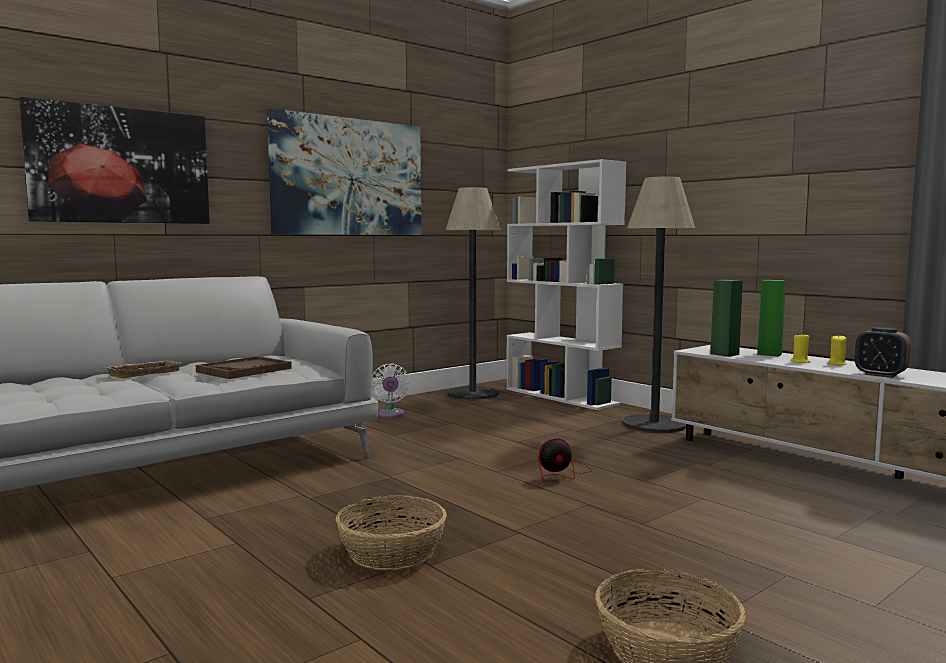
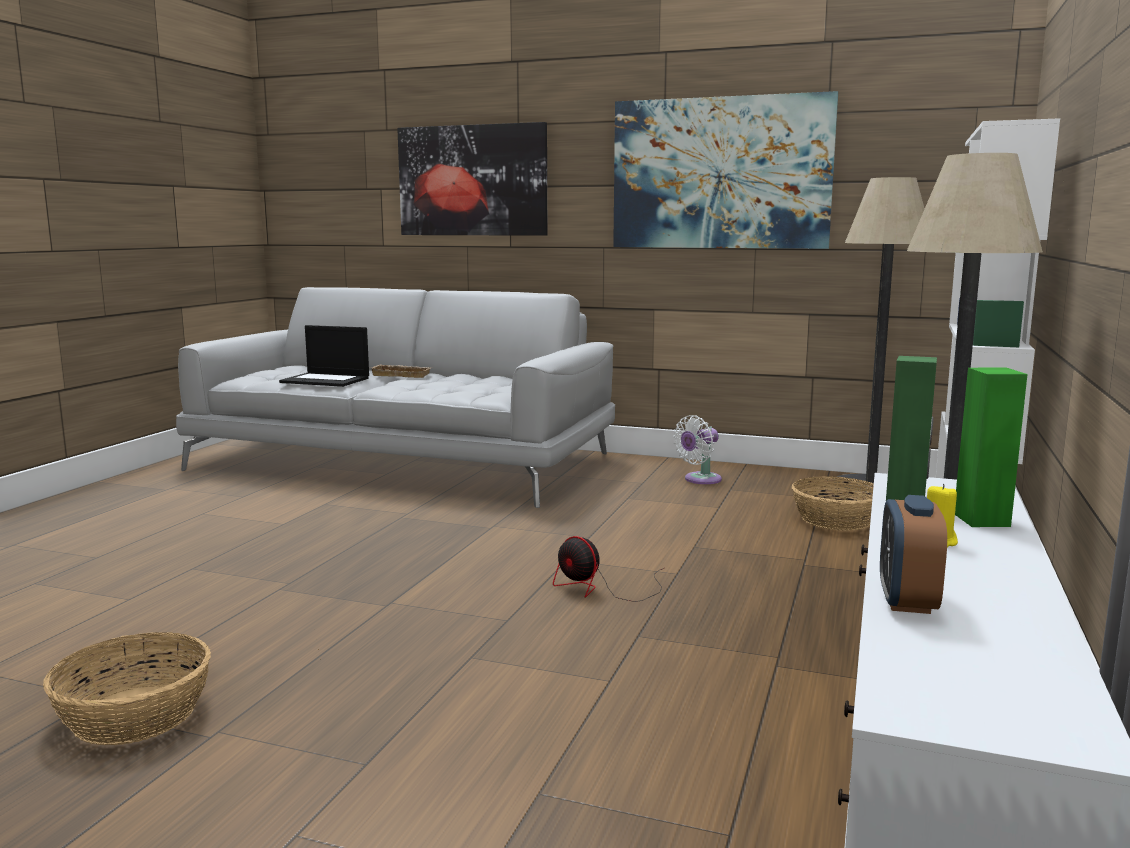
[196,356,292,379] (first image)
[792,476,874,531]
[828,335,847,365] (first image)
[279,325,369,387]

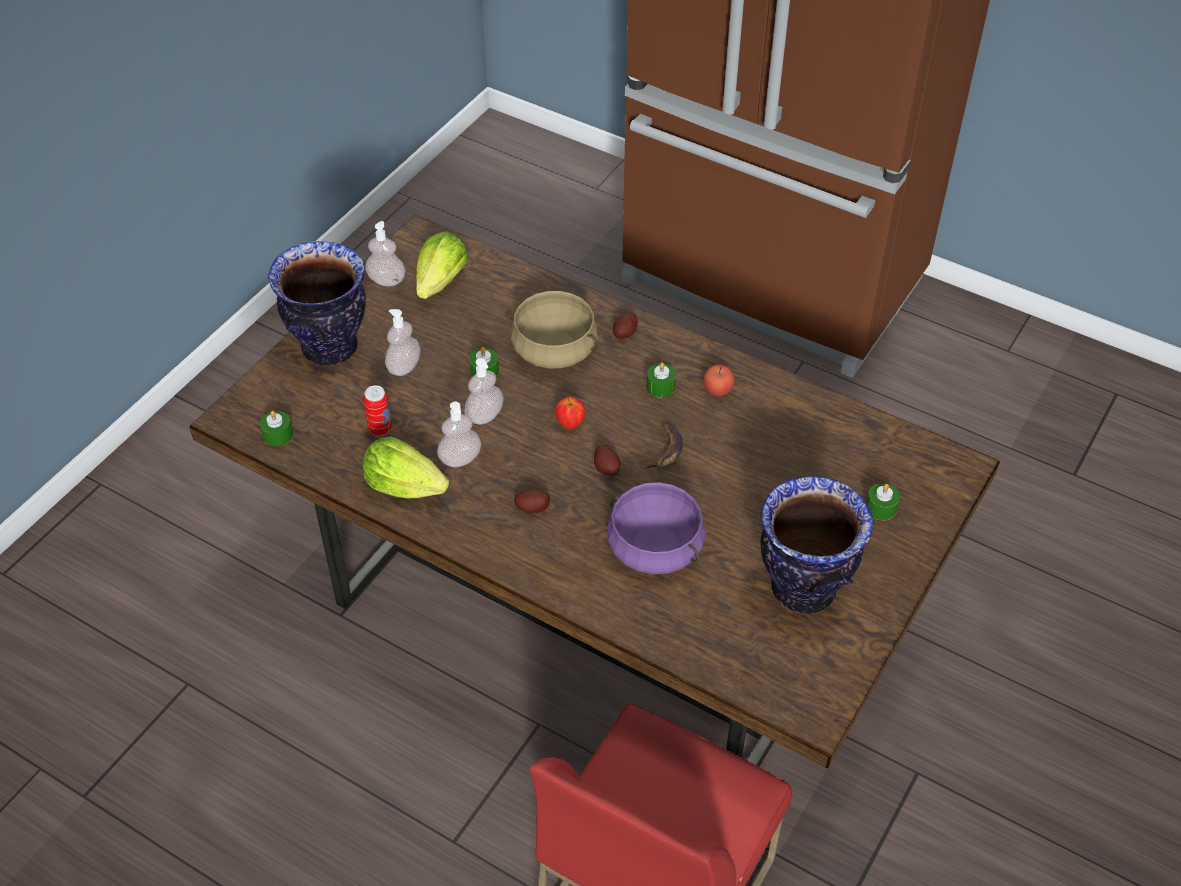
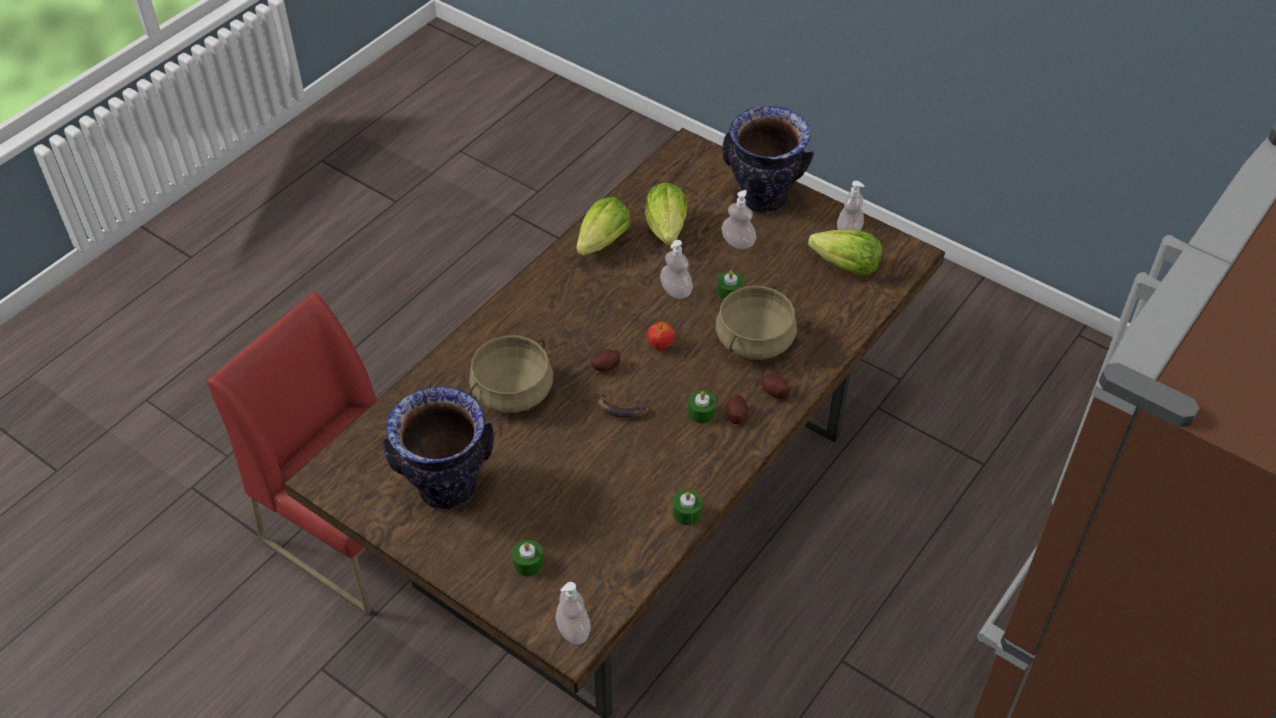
[673,490,702,525]
[645,182,687,245]
[556,582,591,645]
[726,395,748,424]
[469,336,553,413]
[703,364,735,396] (first image)

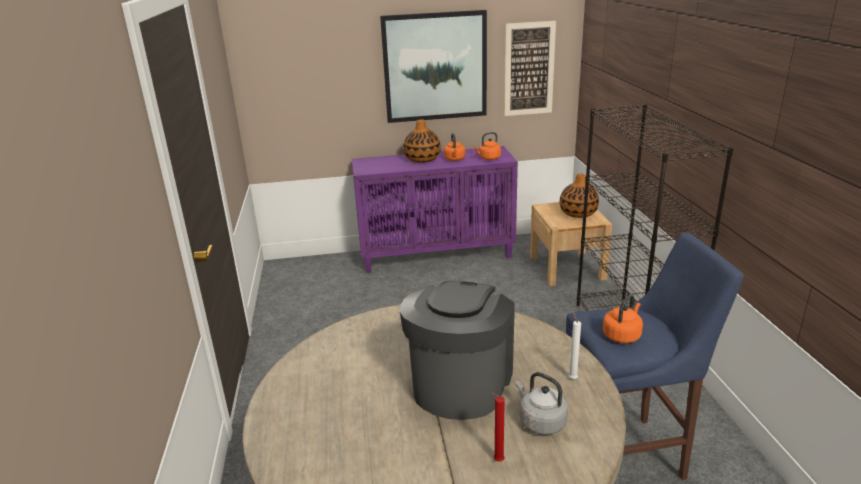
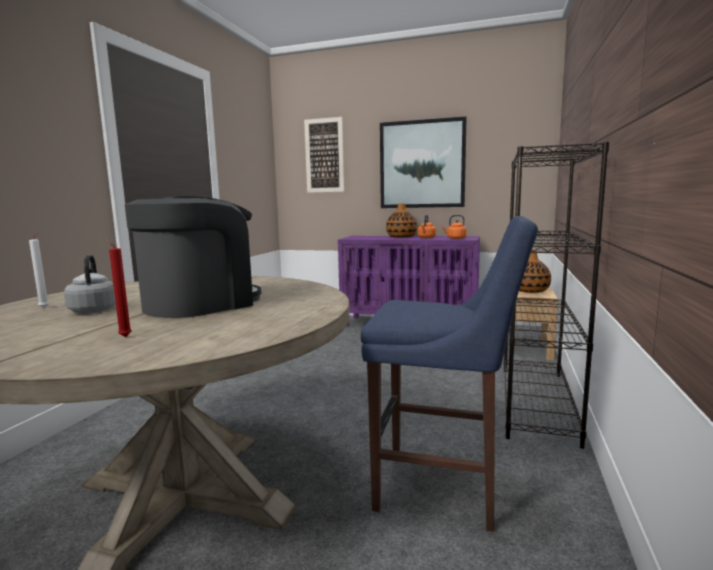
[304,117,344,193]
[64,255,116,313]
[29,232,49,308]
[603,294,643,343] (first image)

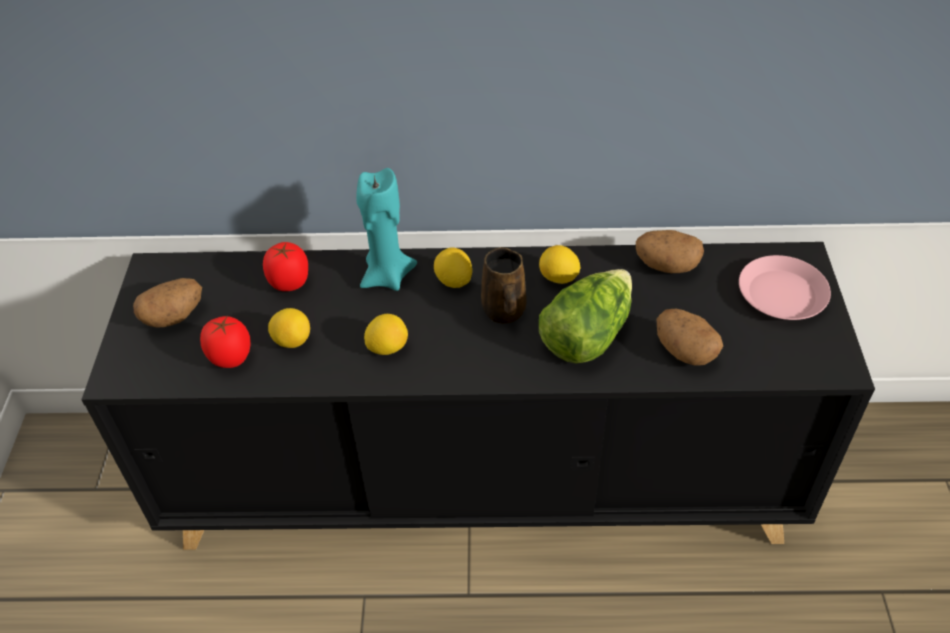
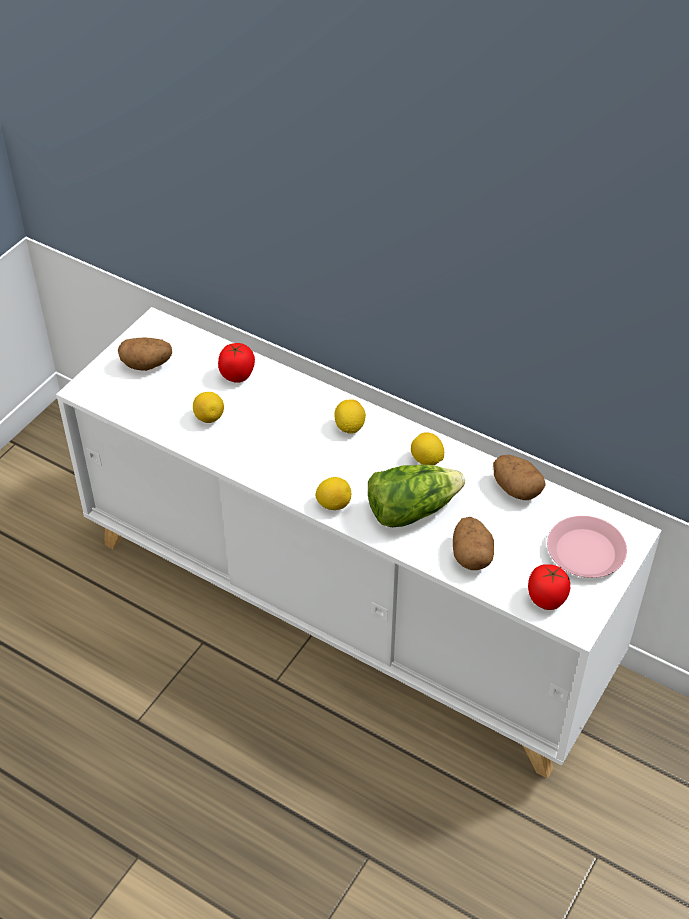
[56,307,662,779]
[528,564,570,610]
[356,168,417,291] (first image)
[315,477,351,510]
[481,247,527,324] (first image)

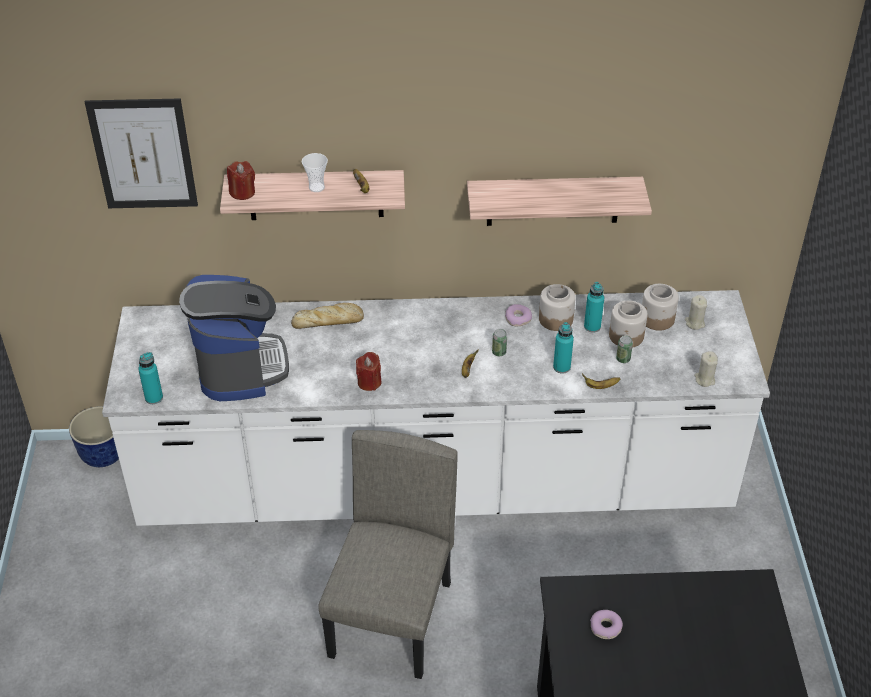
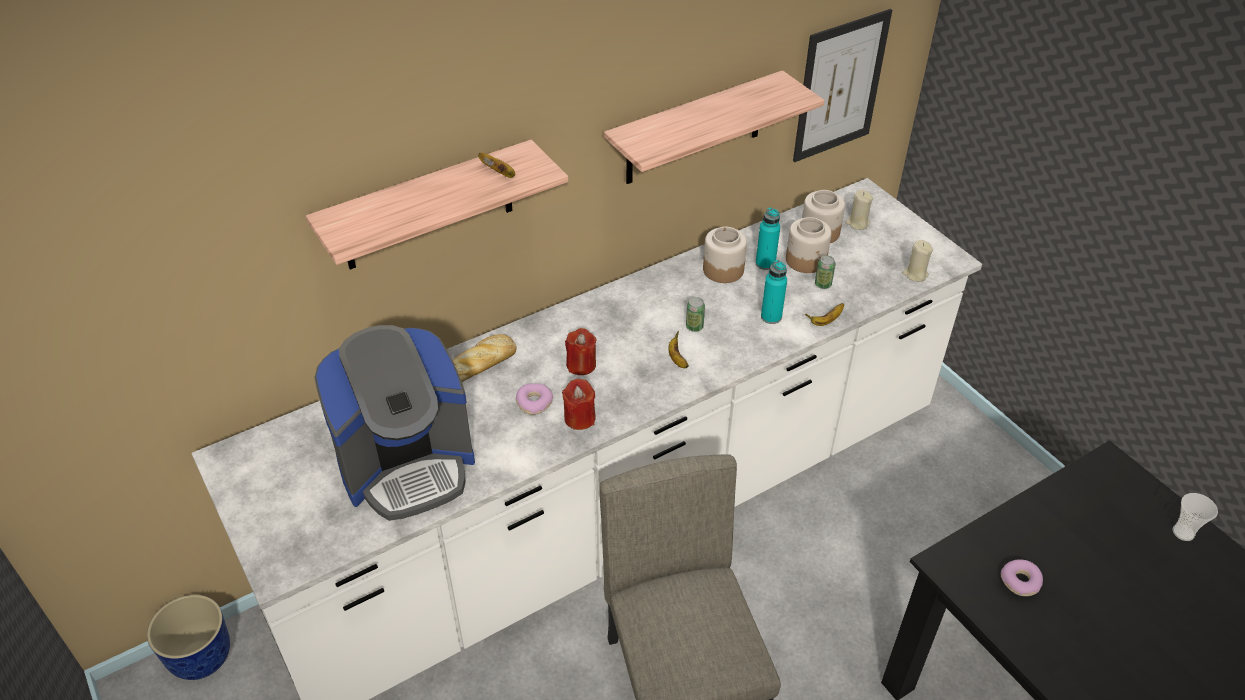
[793,9,892,162]
[138,352,163,404] (first image)
[314,325,475,521]
[565,328,597,375]
[1173,493,1218,541]
[516,383,553,415]

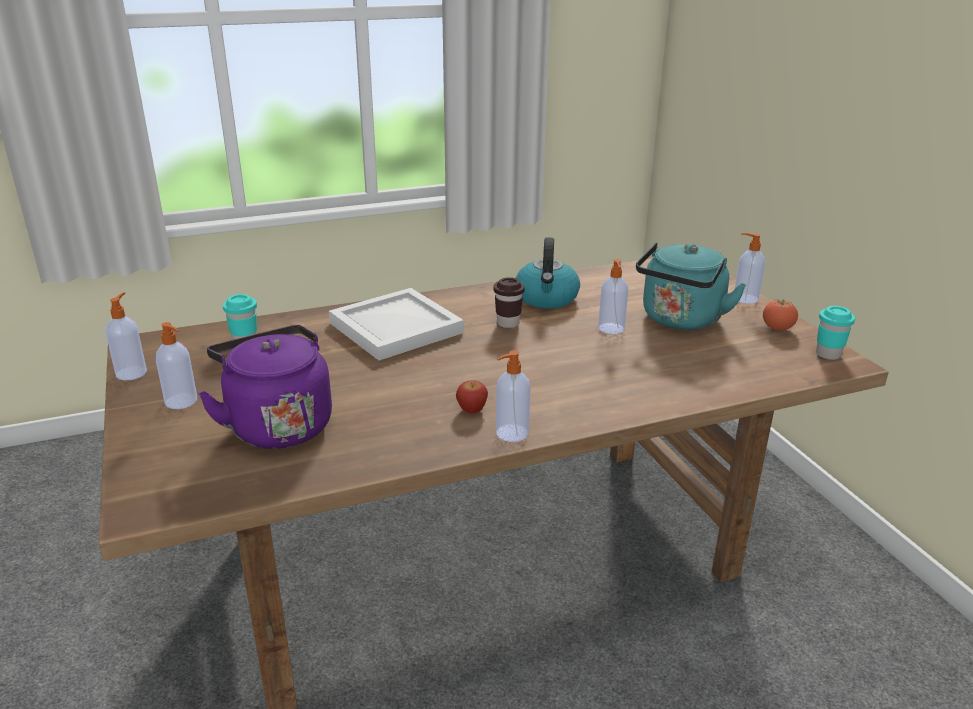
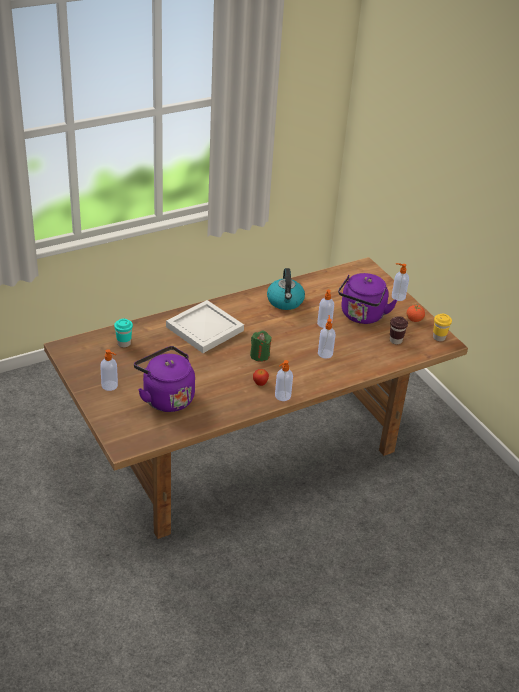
[318,315,336,359]
[390,316,408,344]
[338,273,398,324]
[433,314,452,341]
[250,331,272,362]

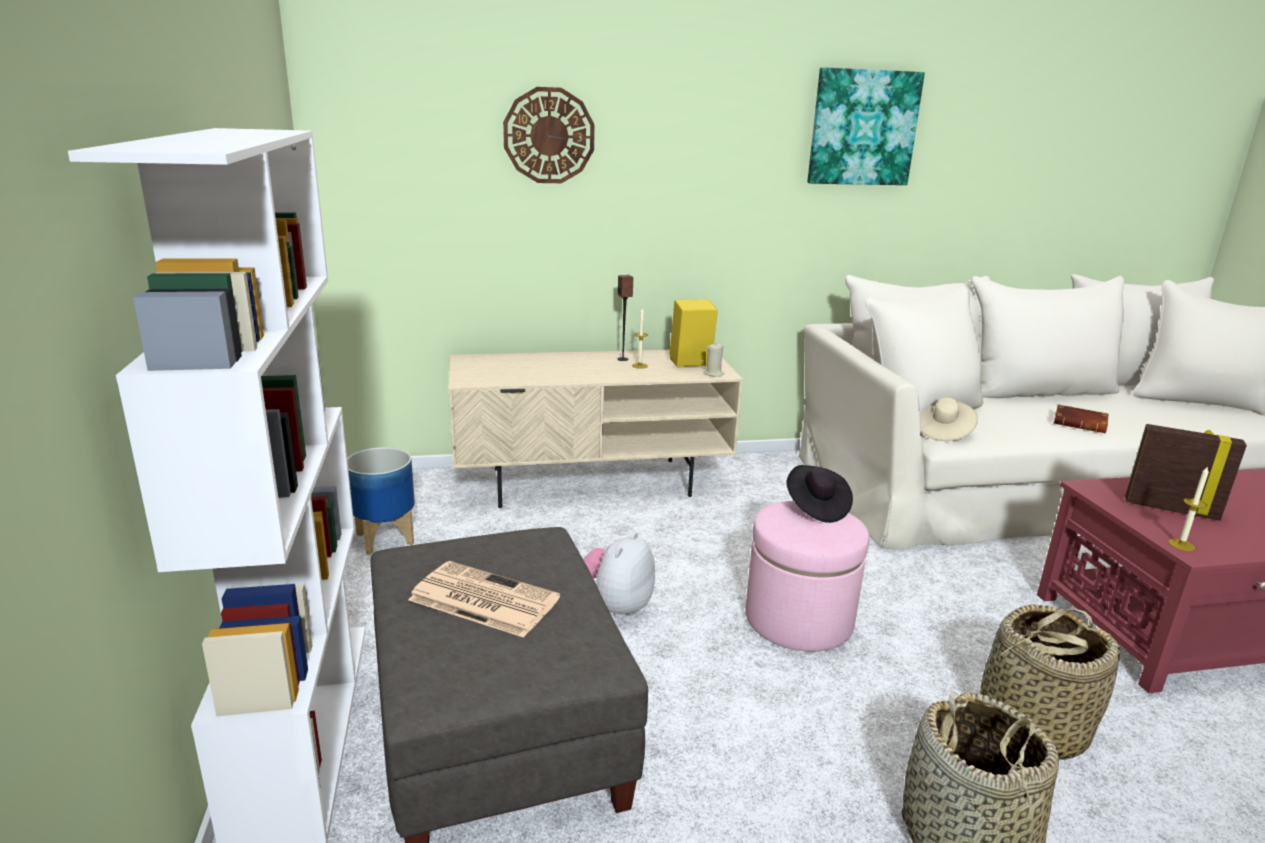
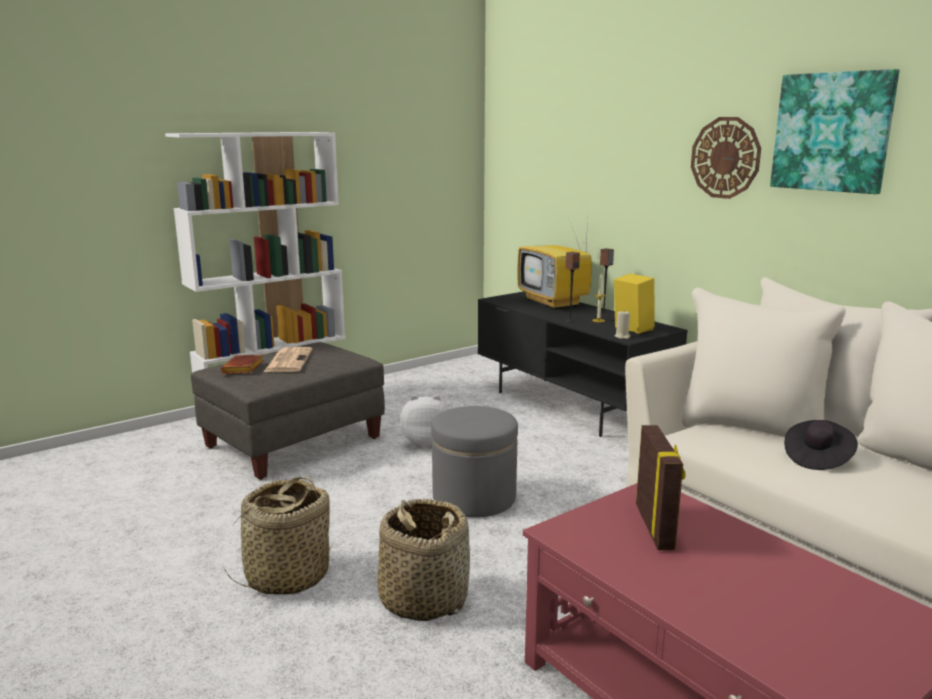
[347,447,415,555] (first image)
[478,291,688,437]
[691,117,761,199]
[431,406,518,518]
[784,420,858,470]
[920,397,978,441] (first image)
[220,354,264,374]
[1168,466,1209,551] (first image)
[518,218,592,309]
[565,252,580,322]

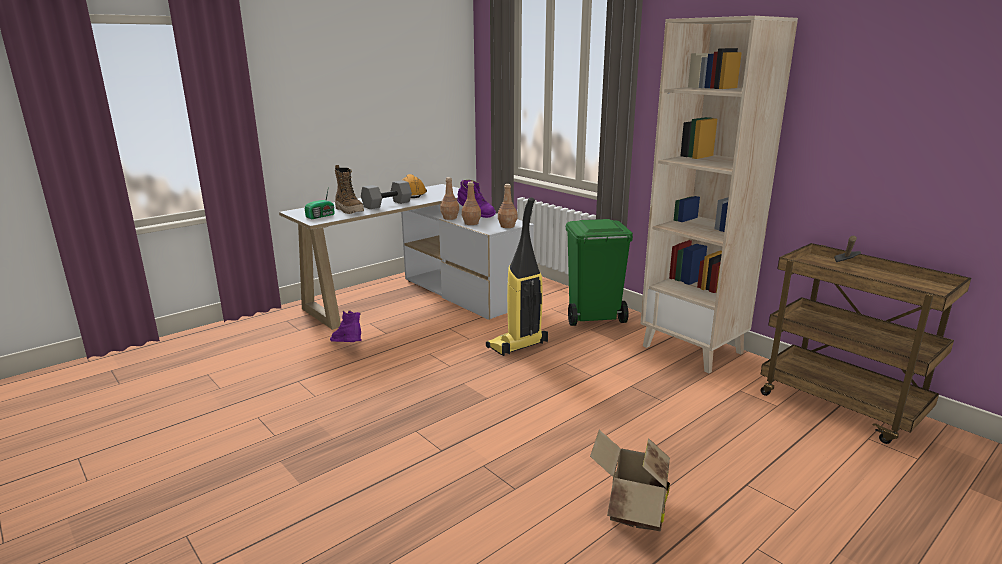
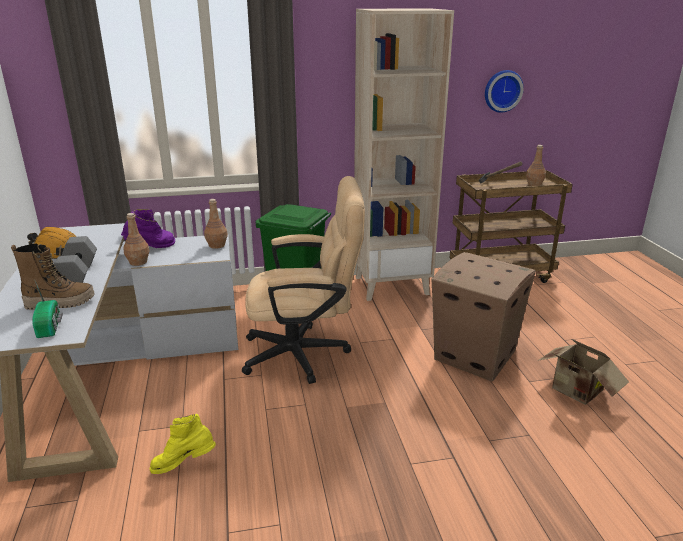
[150,413,216,474]
[526,145,546,186]
[242,176,365,384]
[431,252,536,381]
[485,70,524,113]

